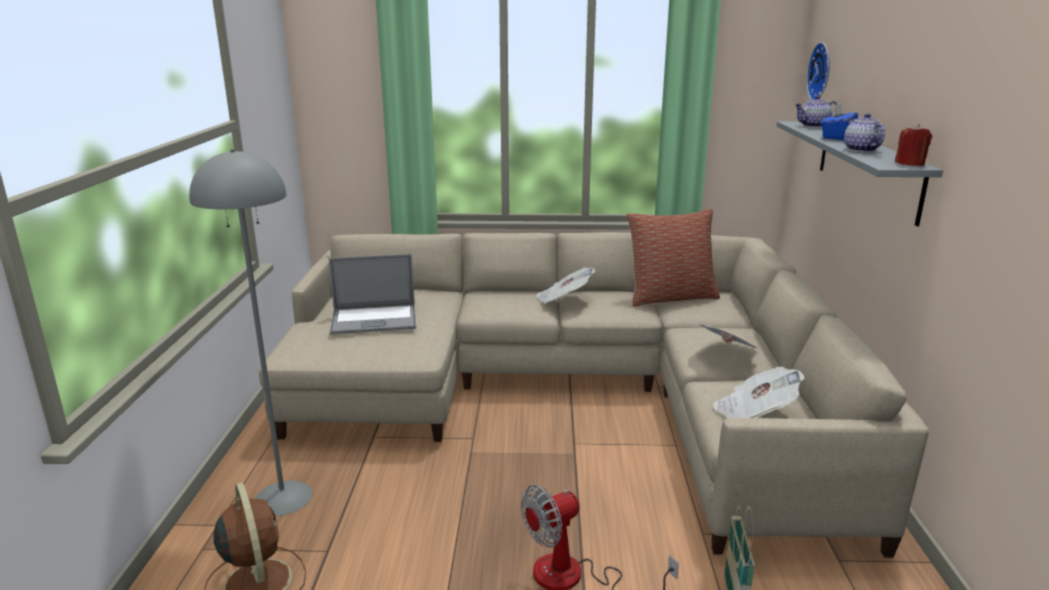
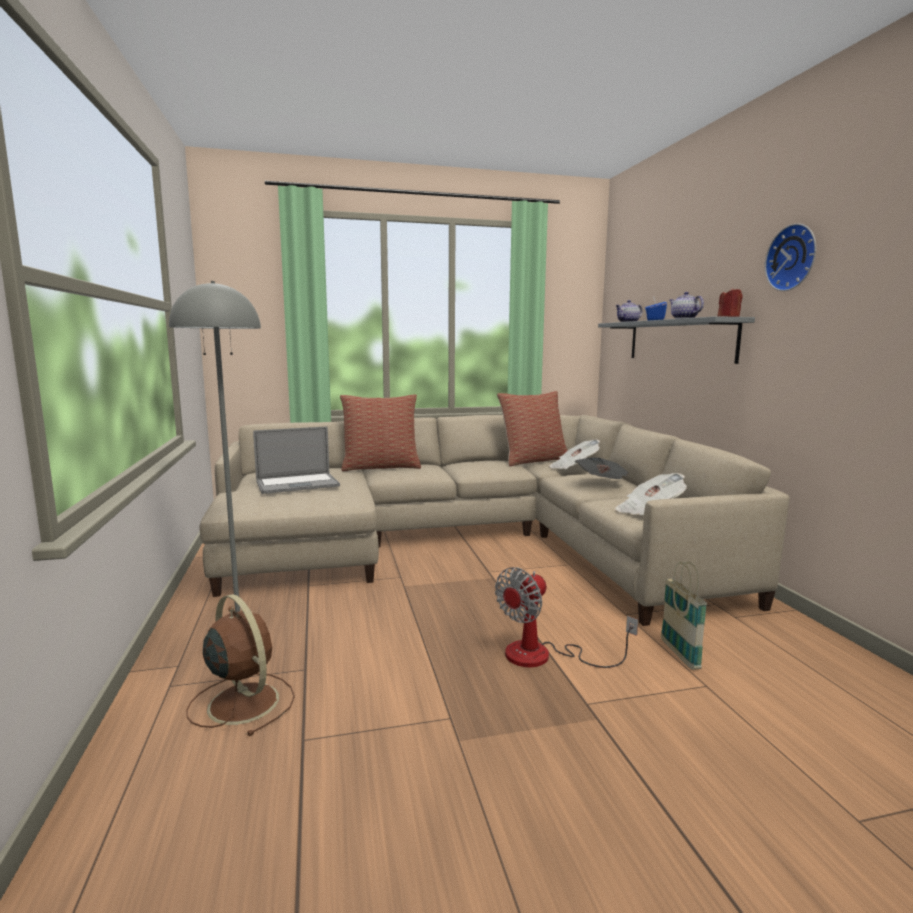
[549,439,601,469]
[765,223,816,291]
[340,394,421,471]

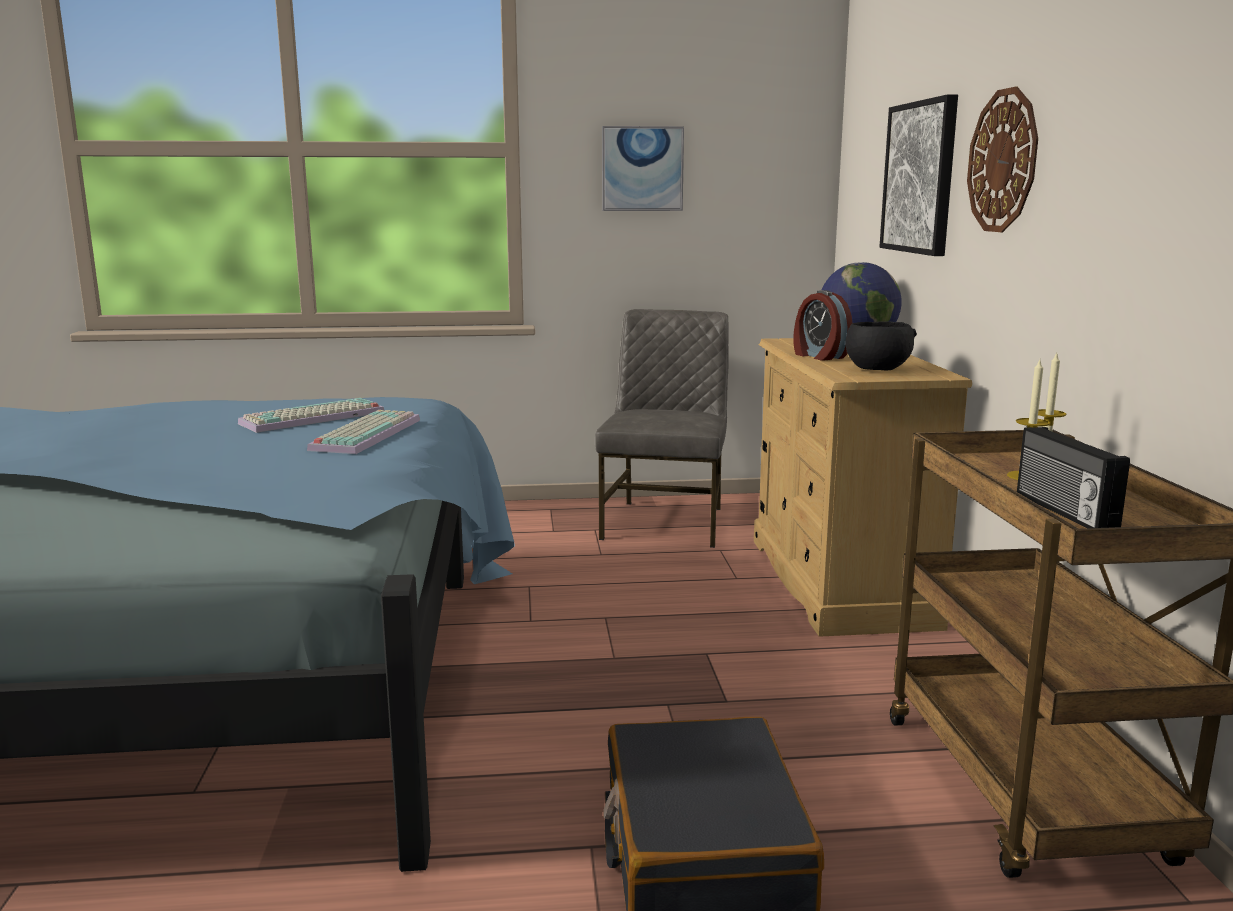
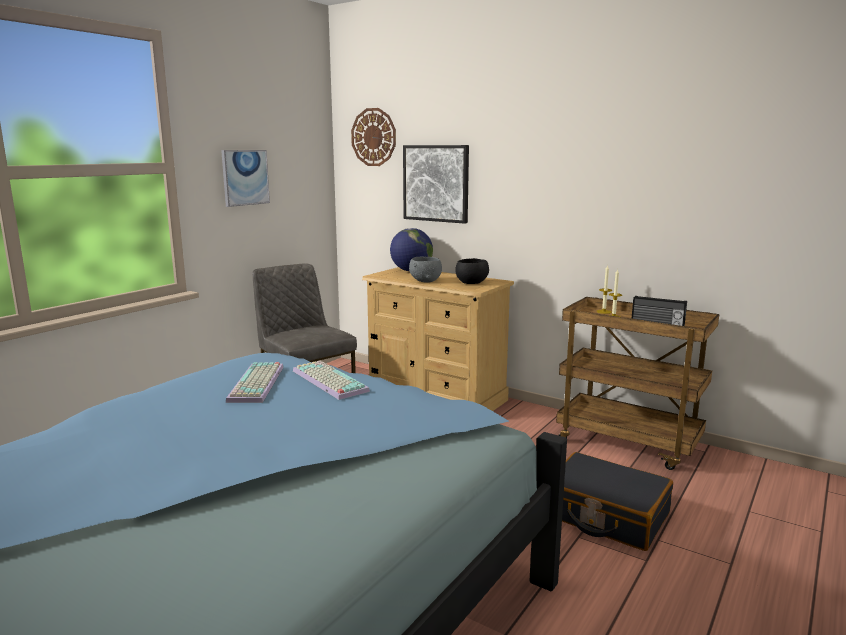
[409,257,442,282]
[351,108,396,166]

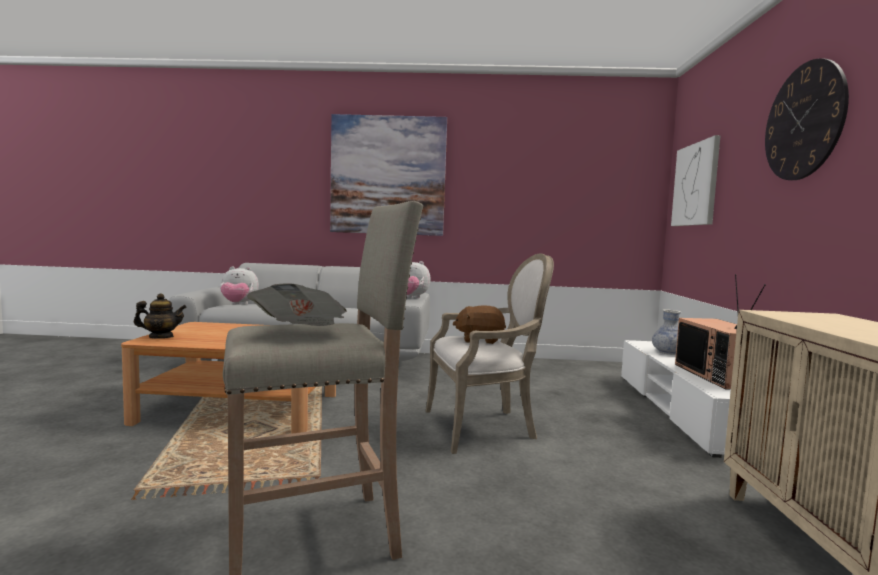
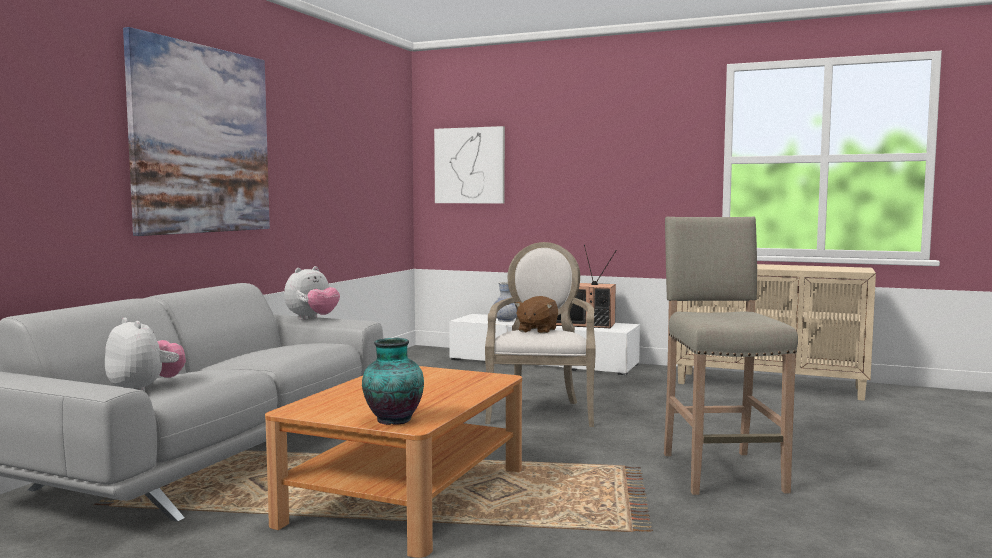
[362,338,424,425]
[105,318,186,392]
[247,283,347,326] (first image)
[765,58,849,180] (first image)

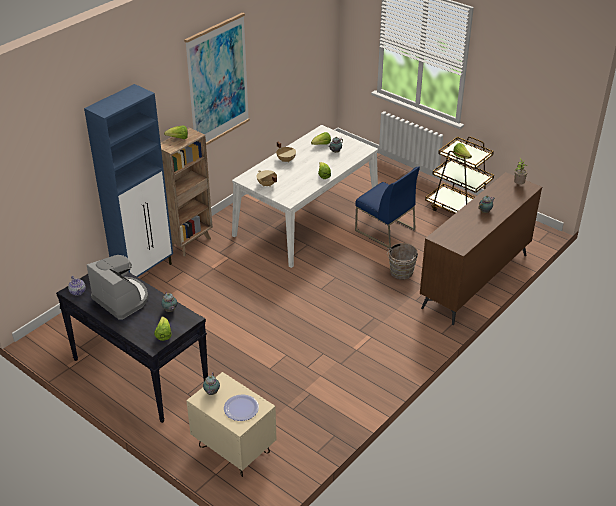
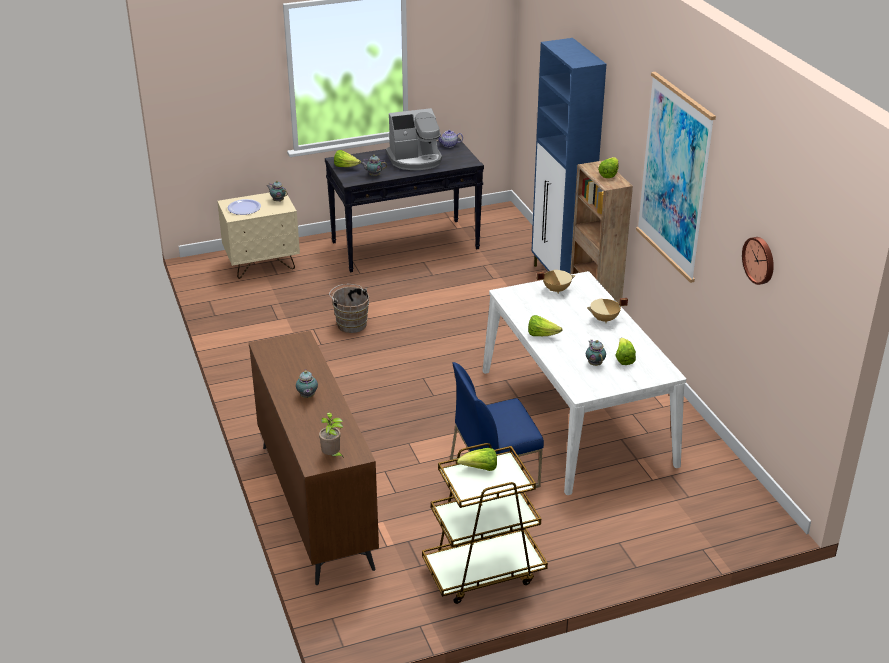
[329,284,369,333]
[742,237,774,285]

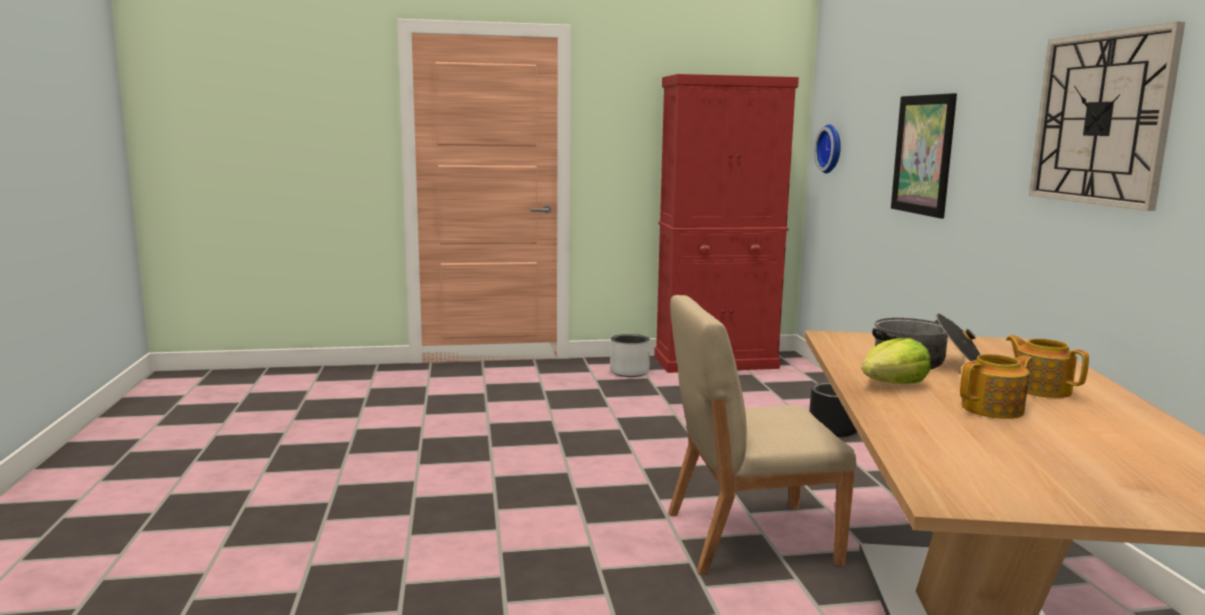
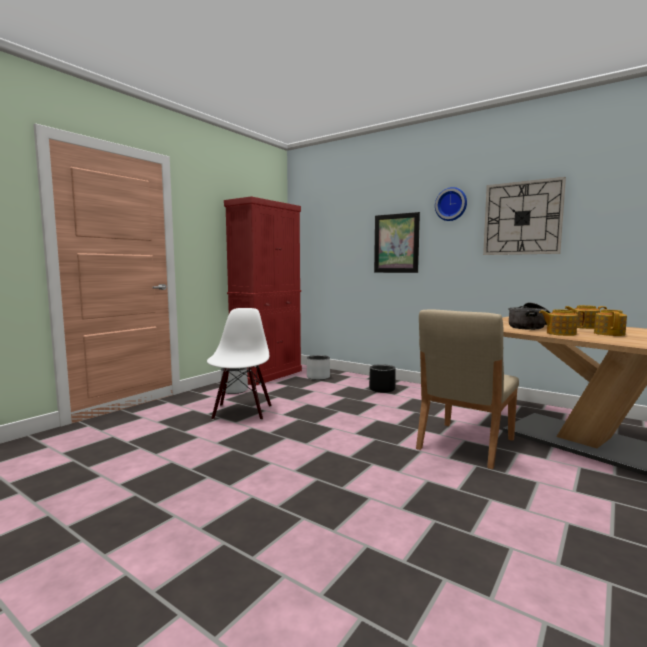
[435,187,467,221]
[539,309,585,336]
[207,308,271,420]
[307,355,330,380]

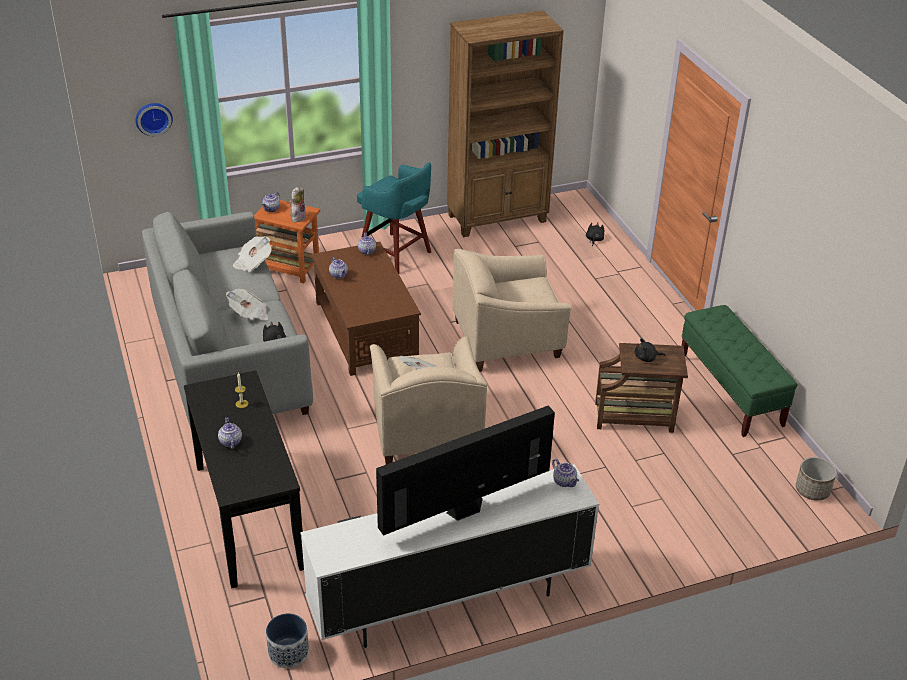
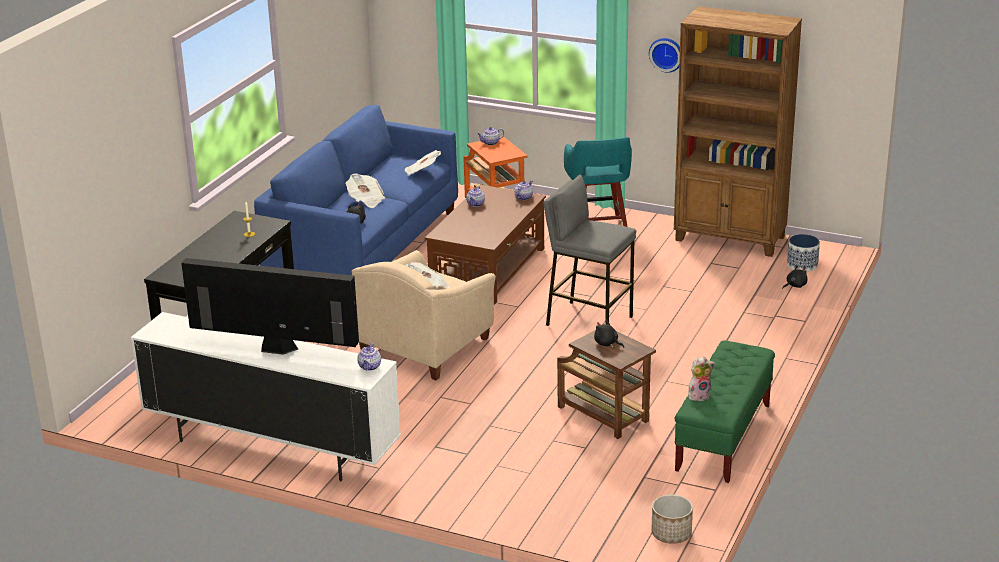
[649,38,680,73]
[254,105,458,275]
[218,417,242,449] (first image)
[787,234,820,272]
[688,357,715,401]
[543,175,636,326]

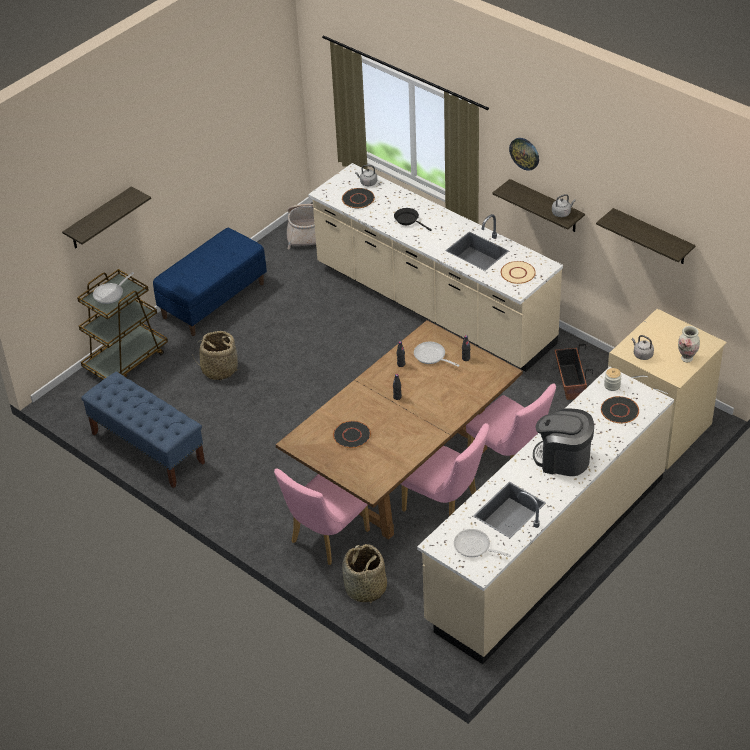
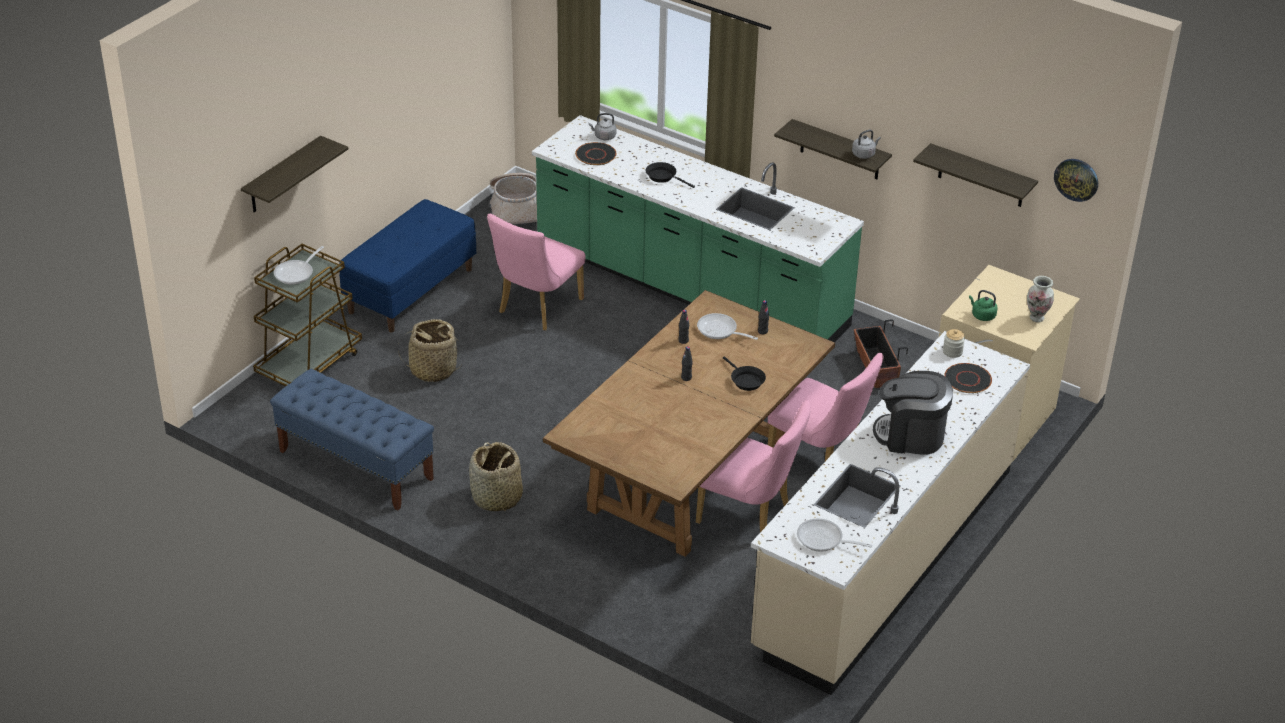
[487,214,586,330]
[532,115,864,342]
[333,421,371,448] (first image)
[469,442,523,511]
[501,261,536,284] (first image)
[1054,159,1098,202]
[969,290,997,321]
[723,356,766,391]

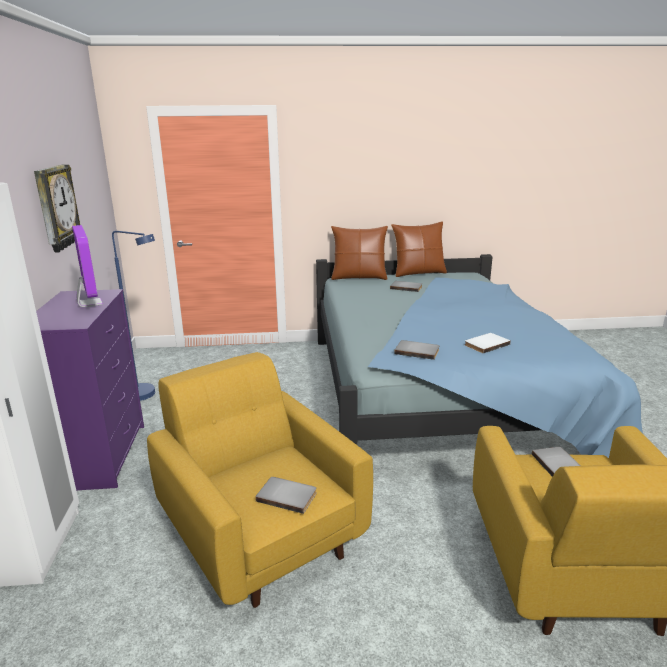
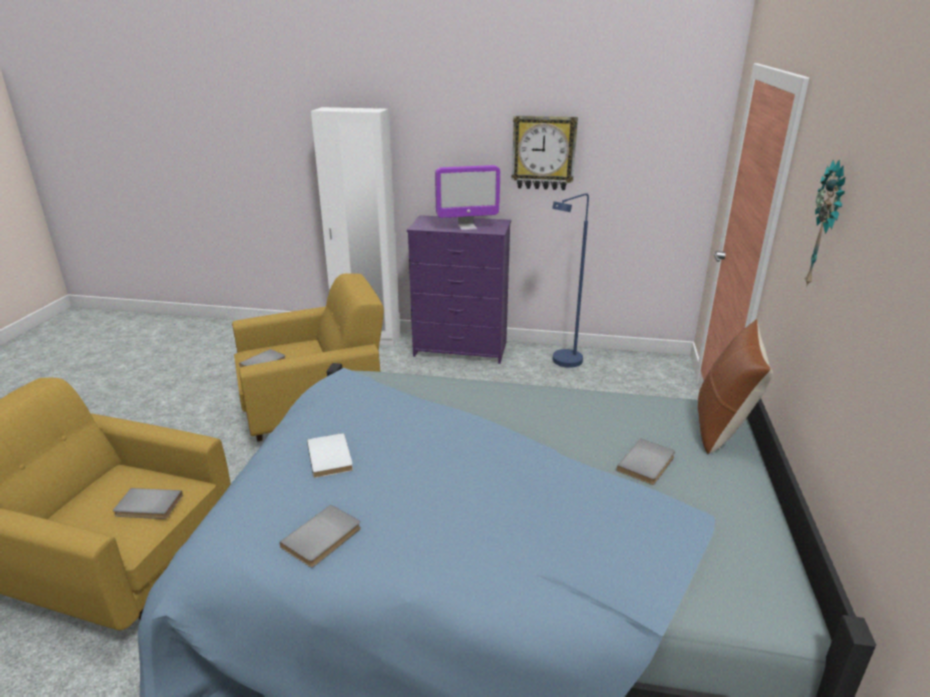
[391,221,447,277] (first image)
[280,505,361,567]
[805,159,845,287]

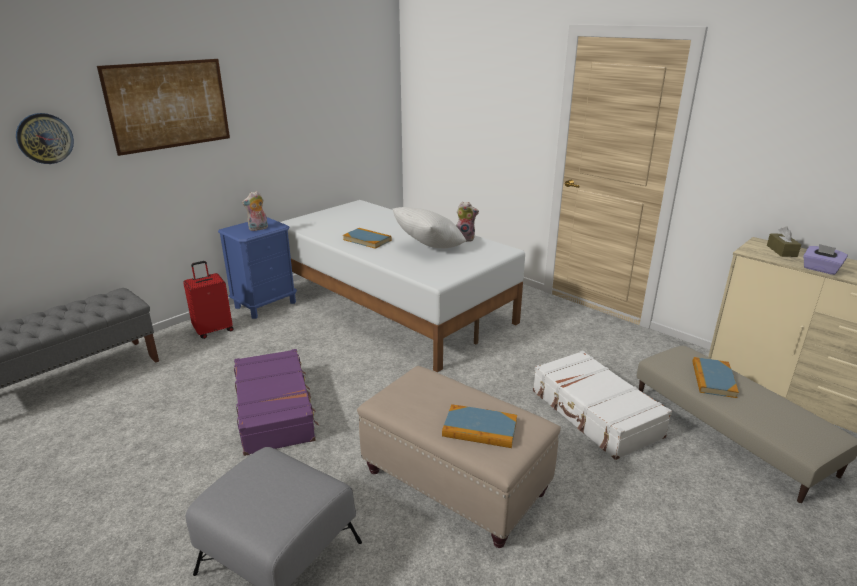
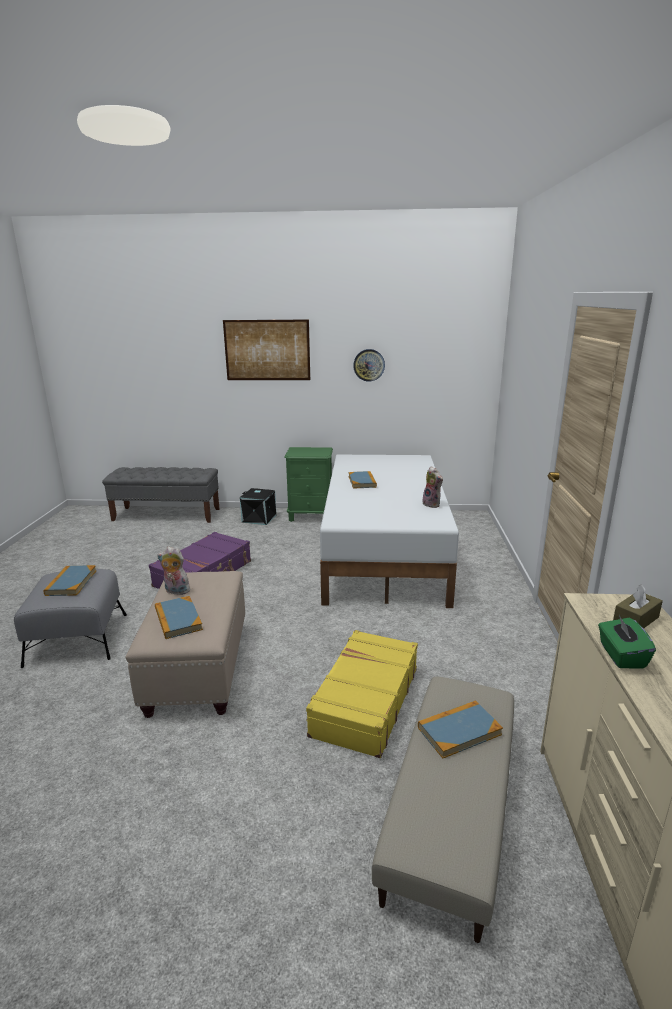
[353,349,385,382]
[240,488,276,525]
[284,447,333,522]
[157,547,190,595]
[392,207,466,248] (first image)
[306,630,418,758]
[598,615,656,669]
[43,565,96,596]

